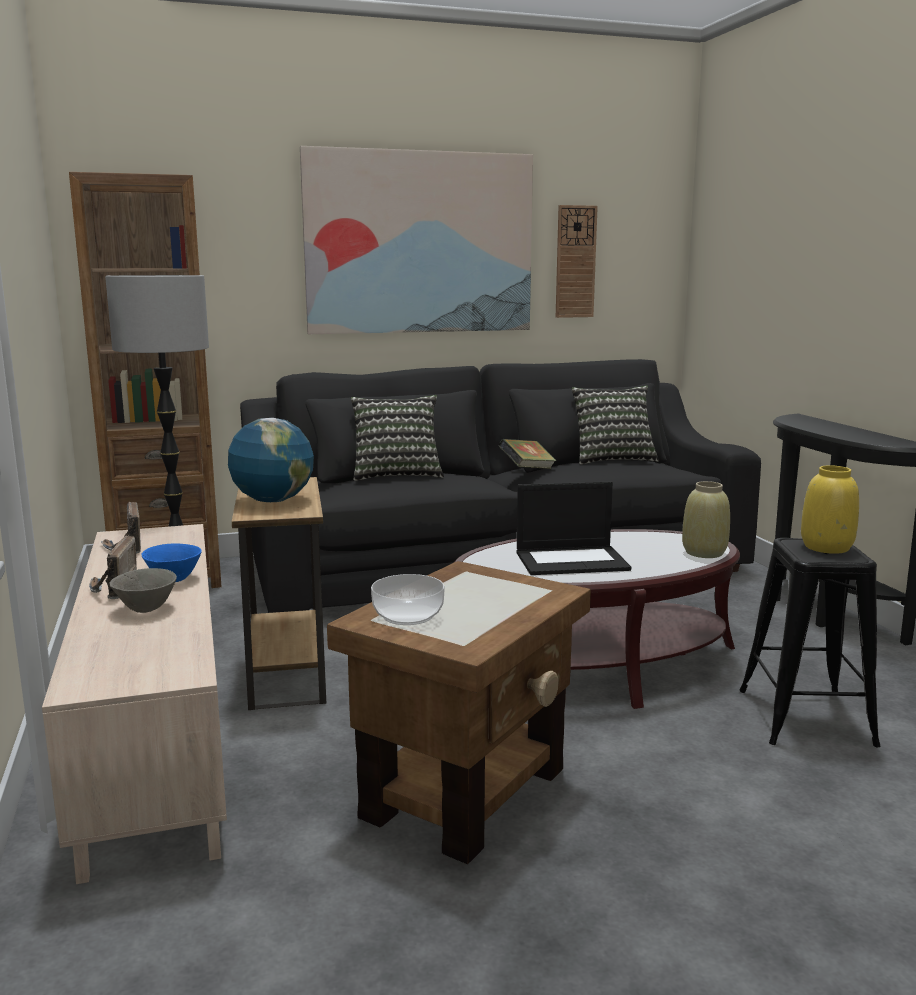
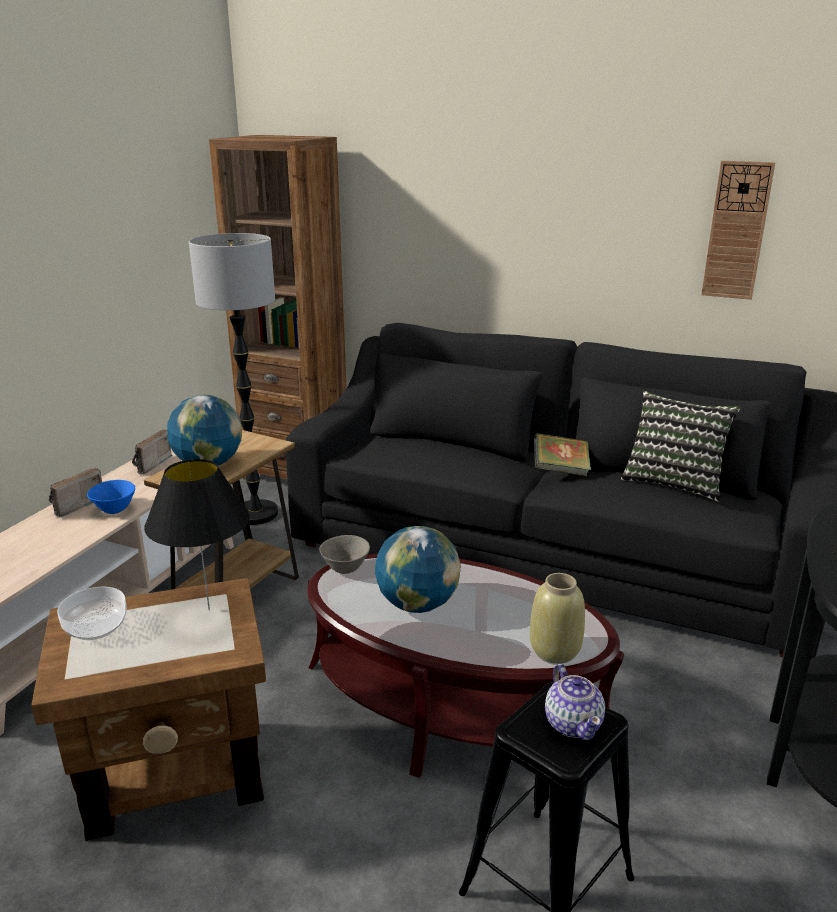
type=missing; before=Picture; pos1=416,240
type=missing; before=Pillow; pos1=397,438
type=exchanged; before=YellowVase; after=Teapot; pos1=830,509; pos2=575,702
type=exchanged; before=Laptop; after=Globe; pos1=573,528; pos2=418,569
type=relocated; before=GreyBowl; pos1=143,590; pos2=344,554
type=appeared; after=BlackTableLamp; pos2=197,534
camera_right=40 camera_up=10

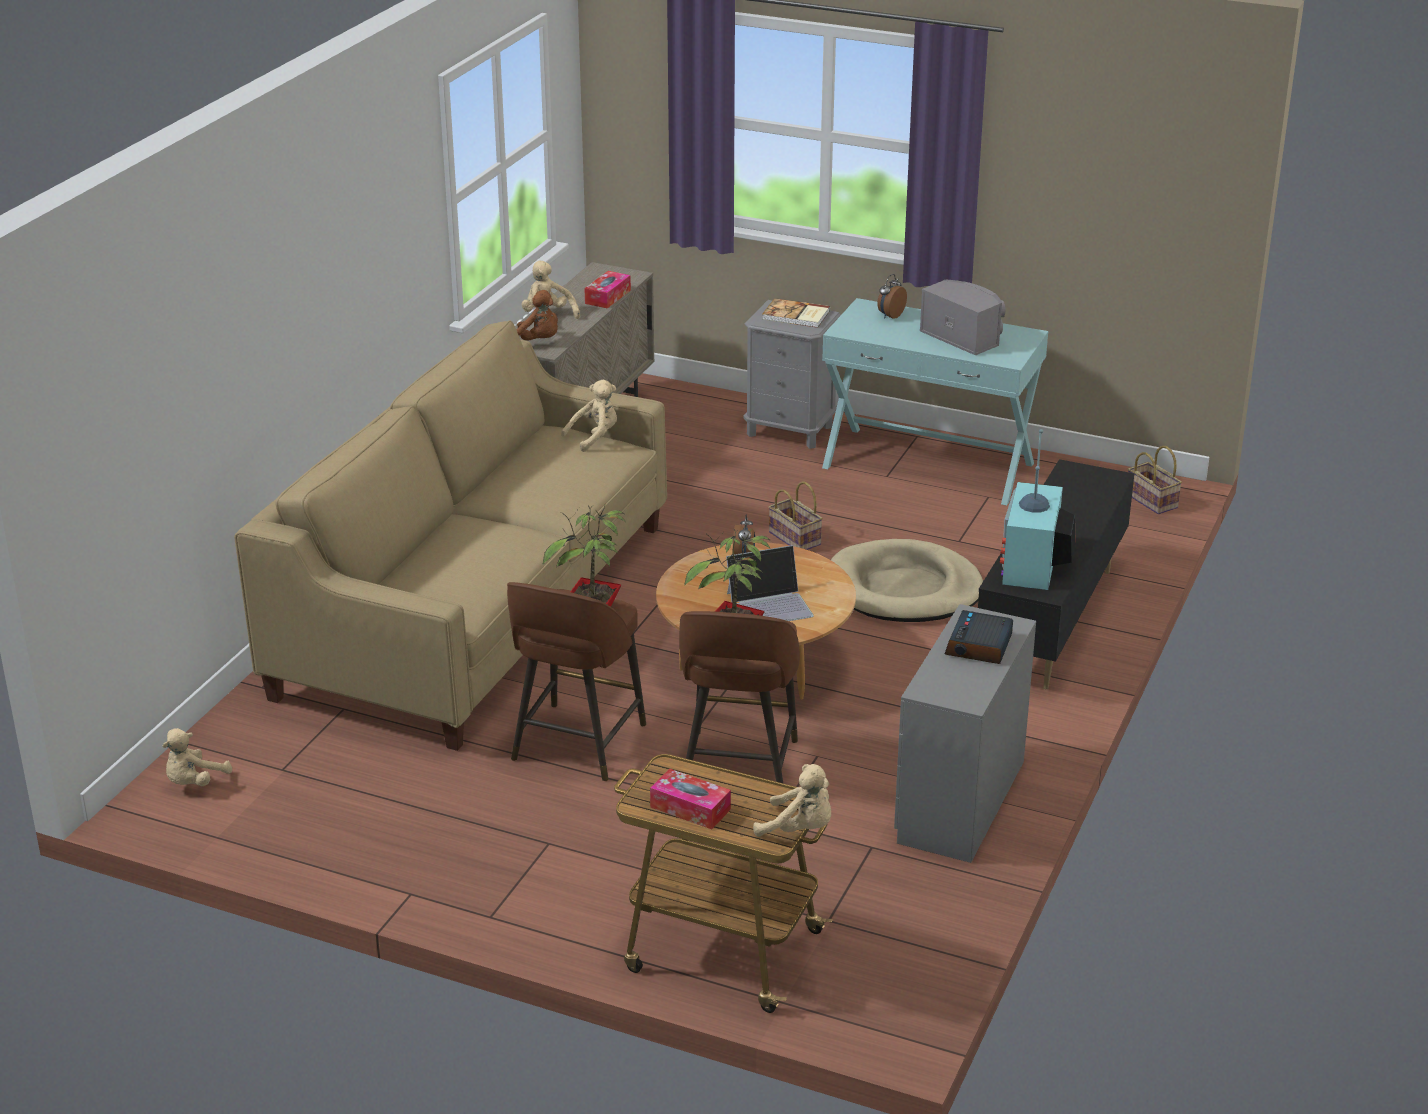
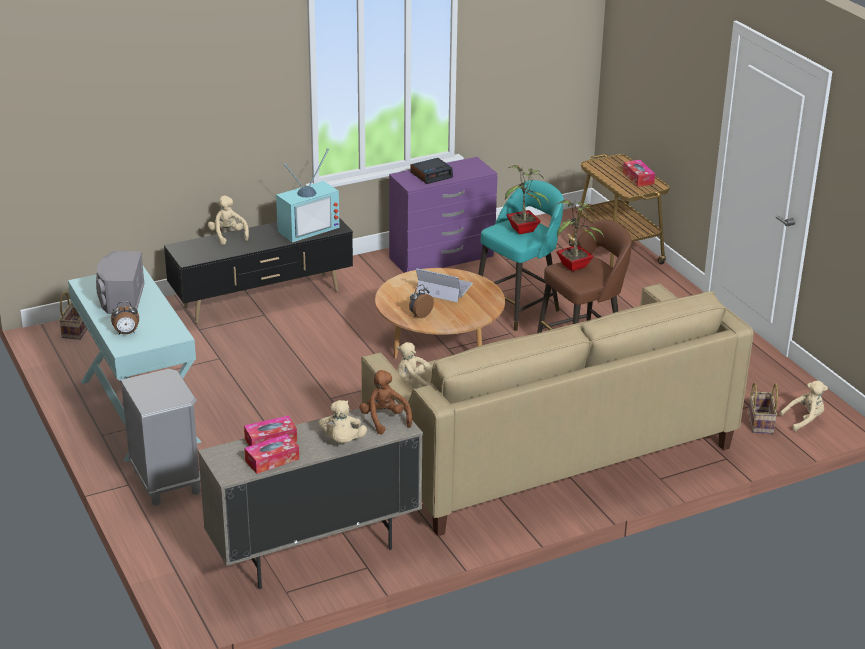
type=missing; before=Book; pos1=796,313
type=relocated; before=Basket; pos1=796,515; pos2=763,408
type=missing; before=BeigeDogBed; pos1=907,580
type=colour; before=GreyDresser; after=PurpleDresser; pos1=965,733; pos2=443,215
type=colour; before=BrownStool; after=TurquoiseStool; pos1=739,697; pos2=521,255
type=relocated; before=BeigePlushToy; pos1=792,800; pos2=228,220
type=appeared; after=TissueBox; pos2=272,454
camera_right=-140 camera_up=0

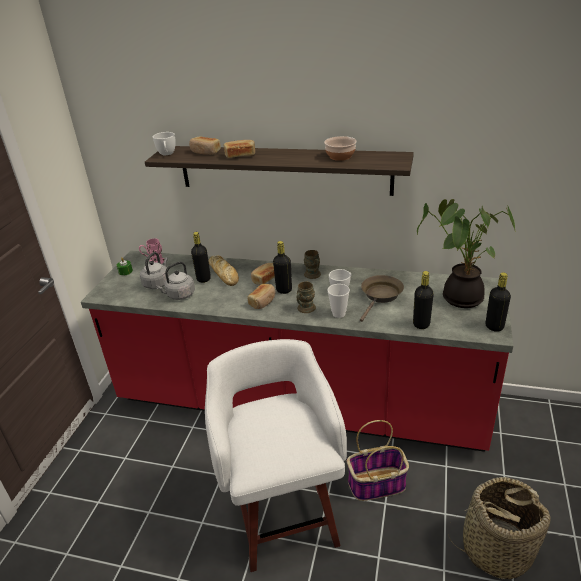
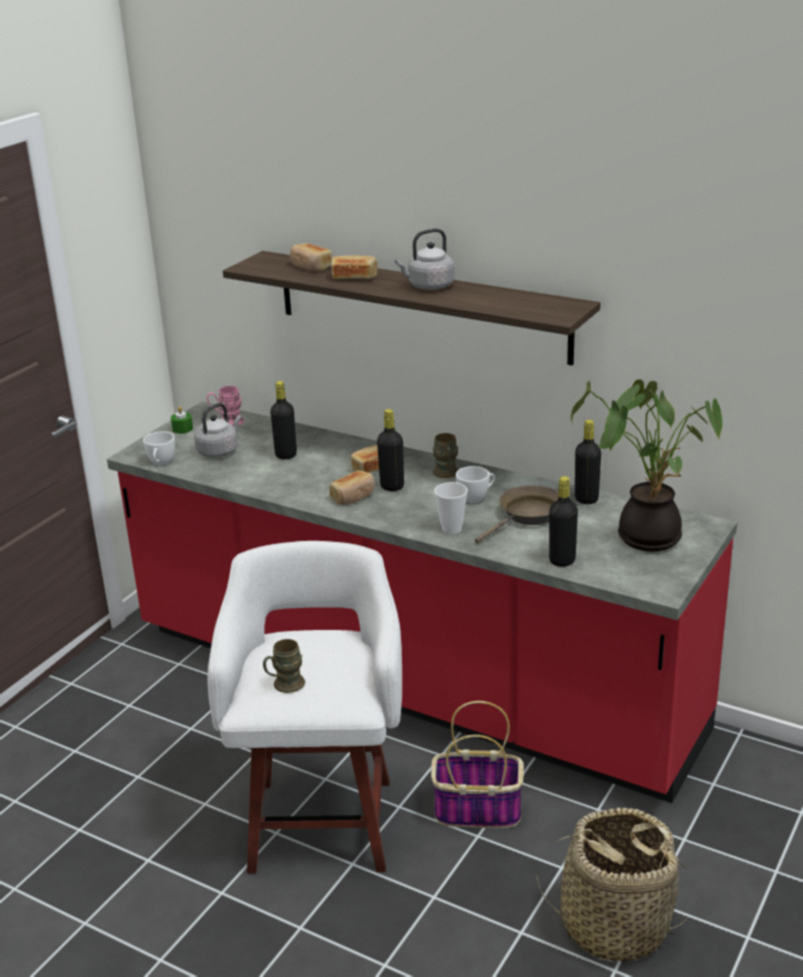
type=relocated; before=WhiteCup; pos1=164,143; pos2=159,448
type=missing; before=Bowl; pos1=340,148
type=missing; before=Bread; pos1=224,271
type=relocated; before=GreyKettle; pos1=175,281; pos2=425,259
type=relocated; before=BlackBottle; pos1=498,302; pos2=588,462
type=relocated; before=BrownMug; pos1=306,297; pos2=284,666
camera_right=15 camera_up=-5

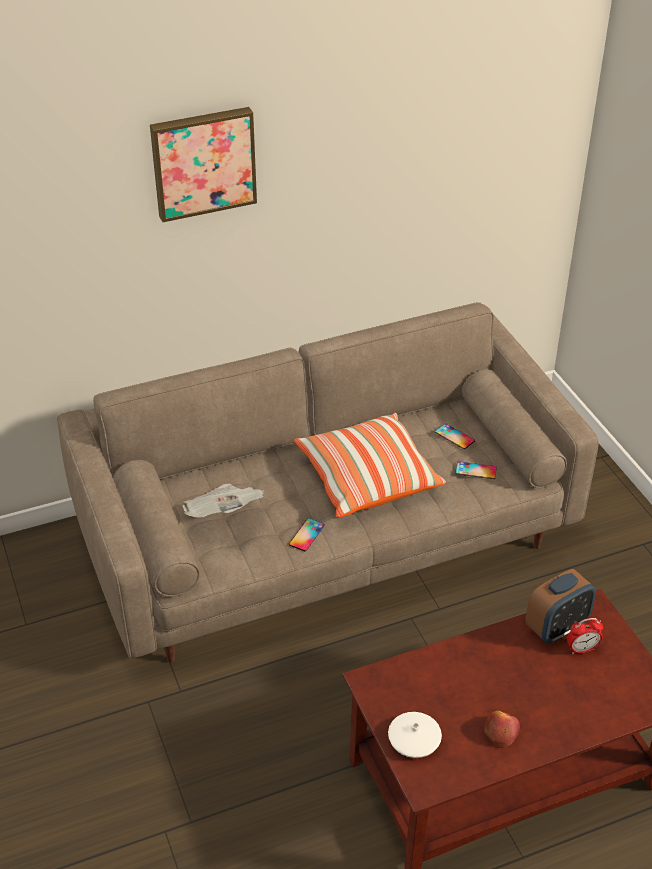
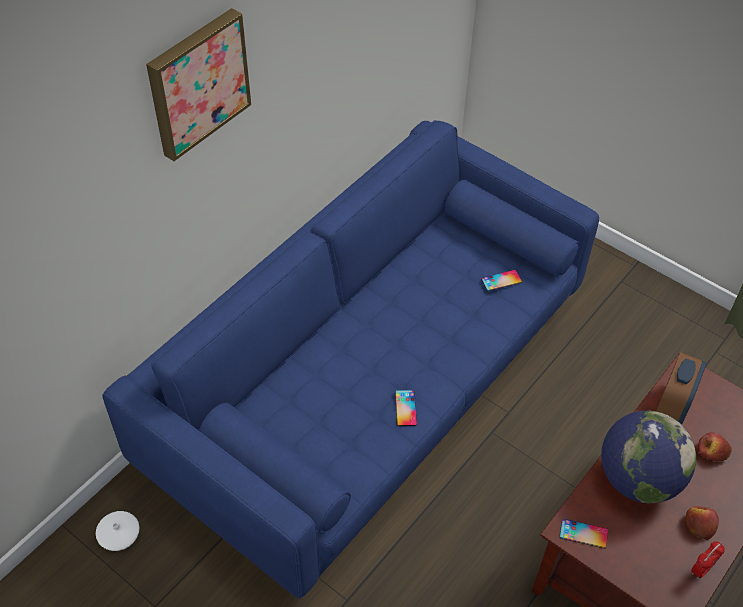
type=colour; before=BeigeSofa; after=BlueSofa; pos1=328,482; pos2=350,359
type=missing; before=Pillow; pos1=370,465
type=relocated; before=Phone; pos1=455,436; pos2=584,533
type=missing; before=Newspaper; pos1=223,500
type=relocated; before=AlarmClock; pos1=585,636; pos2=708,560
type=relocated; before=WhiteVase; pos1=415,735; pos2=118,531
type=appeared; after=Globe; pos2=648,457
type=appeared; after=Apple; pos2=715,447
camera_right=-30 camera_up=10

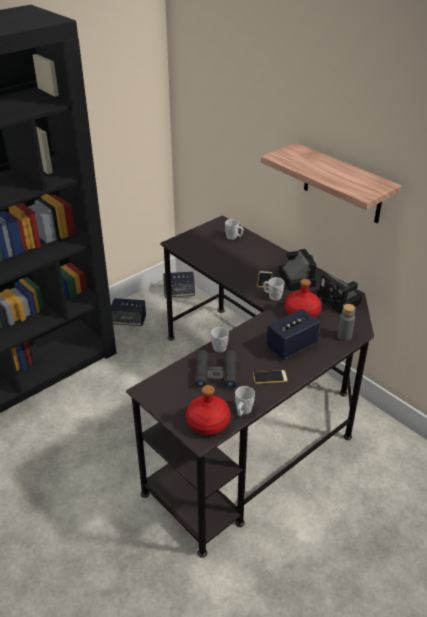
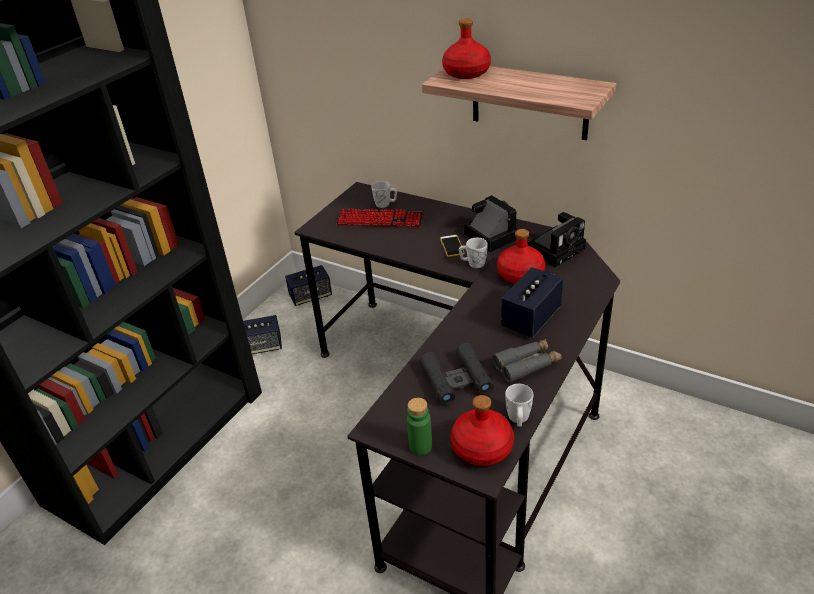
type=spun; before=PhotoCamera; pos1=340,294; pos2=557,239; turn=-75
type=missing; before=GreyBottle; pos1=346,322
type=missing; before=WhiteMug; pos1=220,340
type=exchanged; before=Phone; after=GreyBinoculars; pos1=270,377; pos2=527,361
type=appeared; after=RedBottle; pos2=466,49
type=appeared; after=Keyboard; pos2=379,218
type=appeared; after=GreenBottle; pos2=419,426
camera_right=-15 camera_up=0

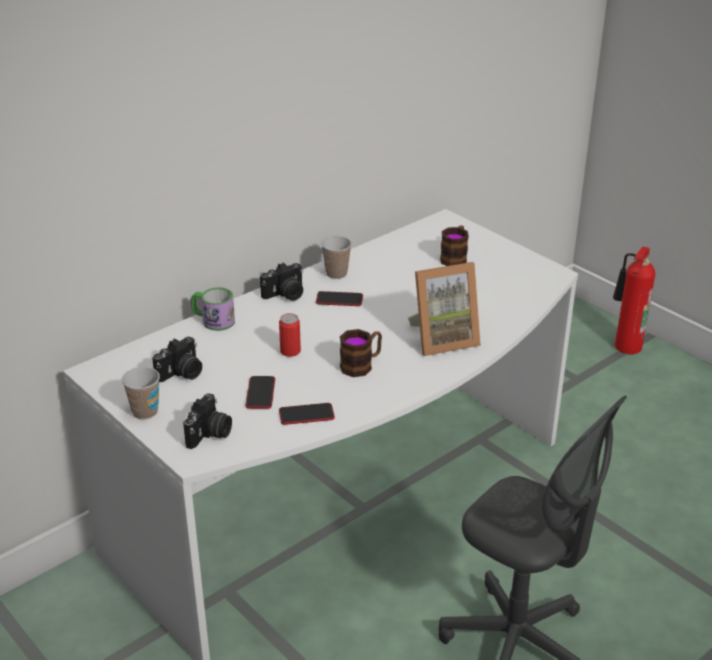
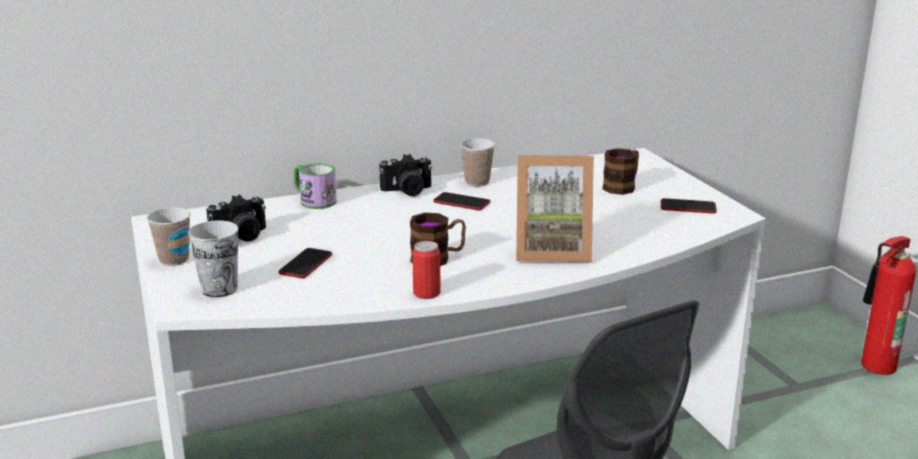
type=relocated; before=Can; pos1=290,335; pos2=426,270
type=exchanged; before=PhotoCamera; after=Cup; pos1=207,421; pos2=213,258
type=relocated; before=Phone; pos1=307,414; pos2=688,205
camera_right=20 camera_up=-10

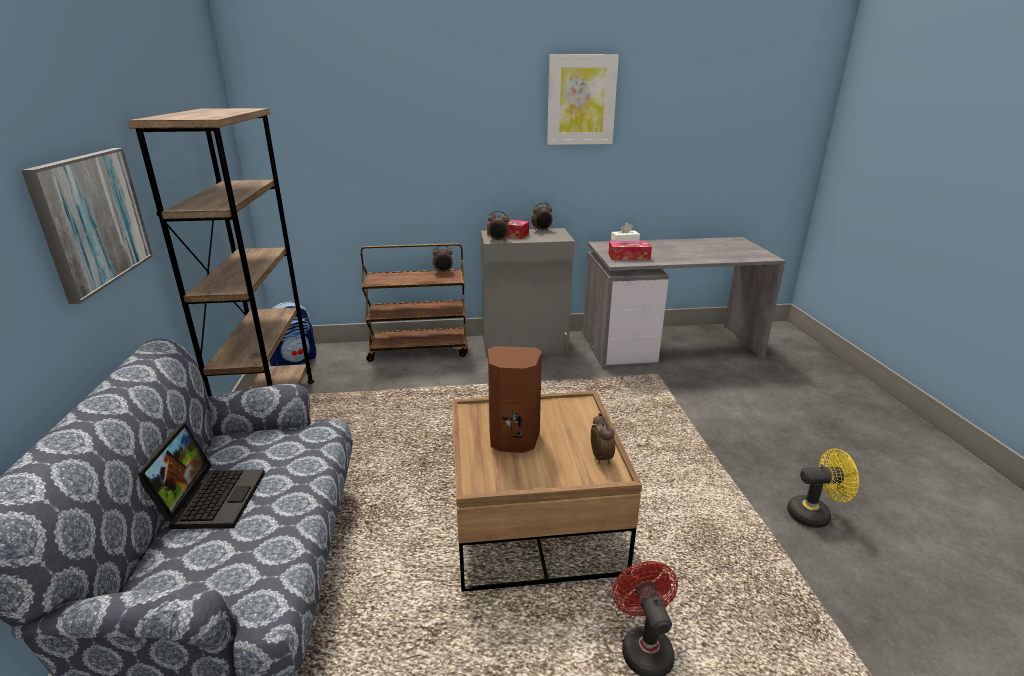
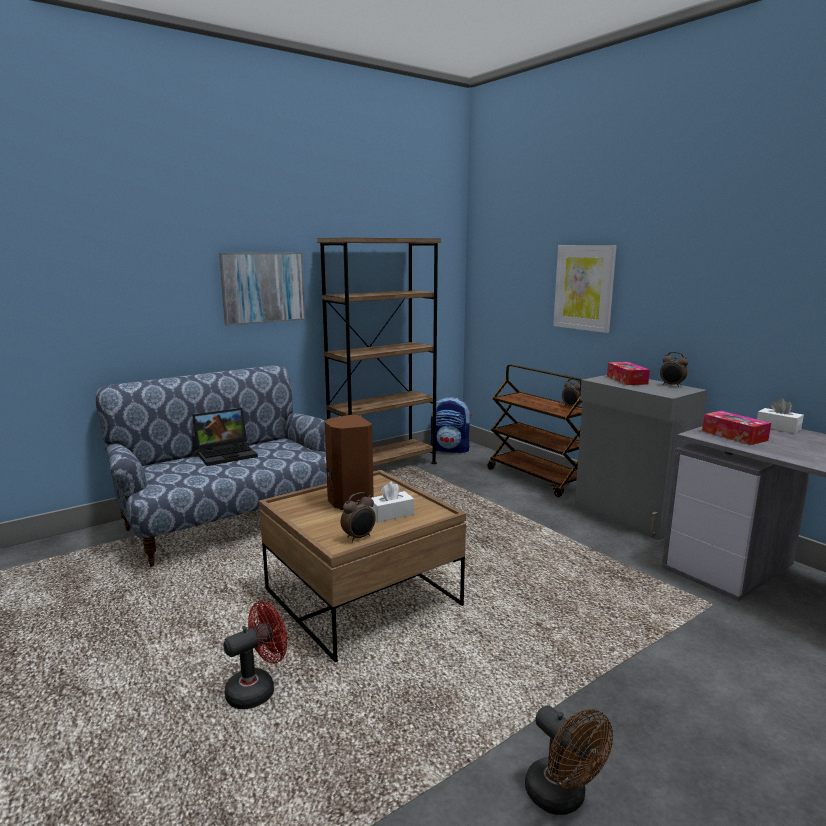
type=relocated; before=Picture; pos1=583,99; pos2=585,289
type=missing; before=AlarmClock; pos1=498,226
type=colour; before=YellowFan; after=BrownFan; pos1=823,488; pos2=569,760
type=appeared; after=WhiteTissueBox; pos2=391,502
camera_right=60 camera_up=-10

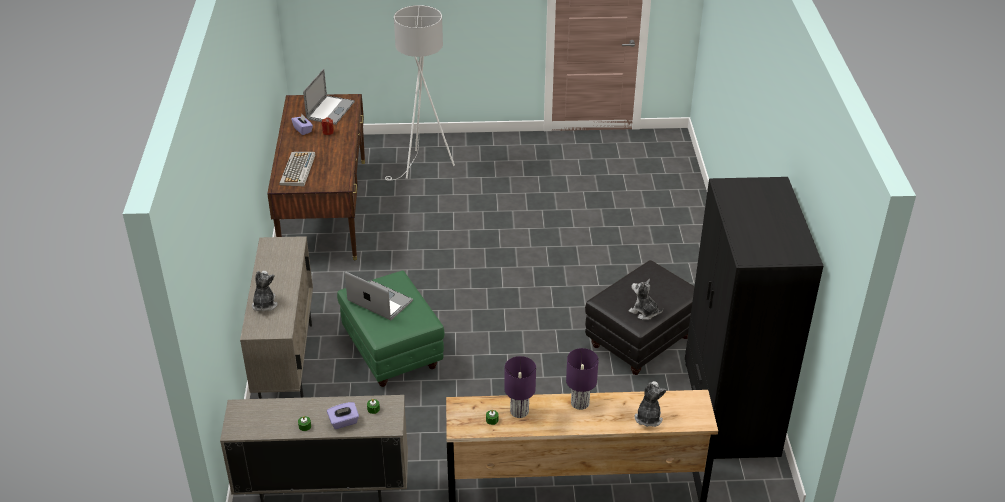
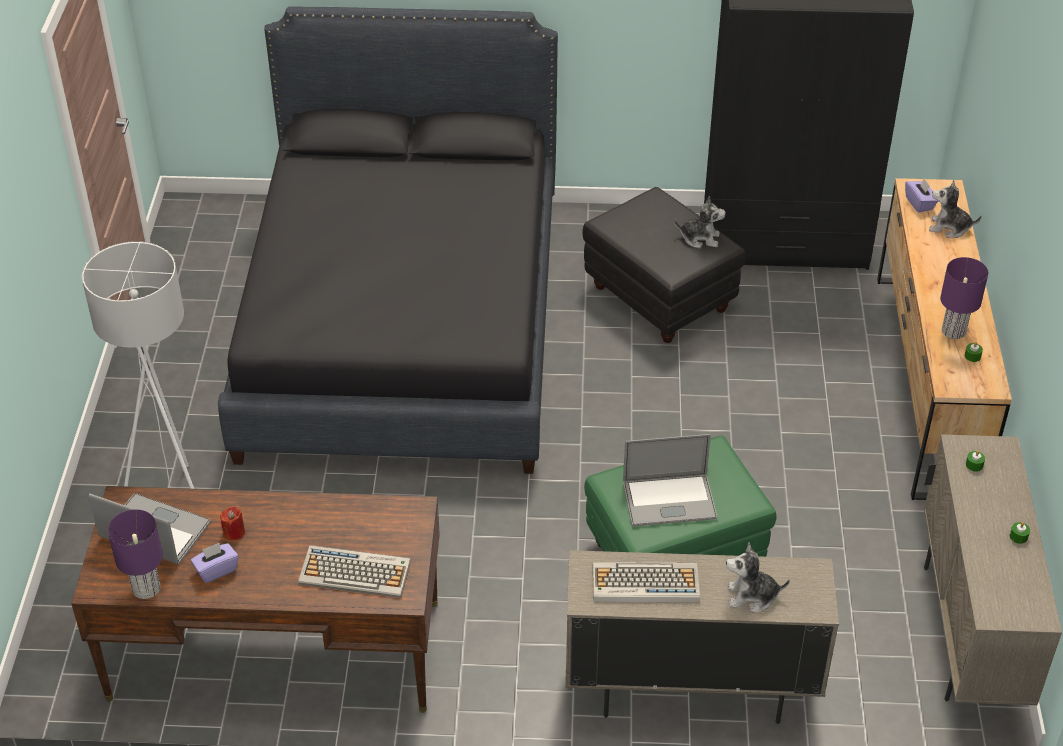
type=spun; before=Laptop; pos1=379,295; pos2=670,480; turn=-135
type=spun; before=PlushToy; pos1=646,299; pos2=700,222; turn=-120
type=relocated; before=PurpleTableLamp; pos1=582,379; pos2=135,554
type=relocated; before=PurpleTissueBox; pos1=343,415; pos2=921,195
type=appeared; after=BlackBed; pos2=388,240
type=appeared; after=Keyboard; pos2=646,582
camera_right=-85 camera_up=5

